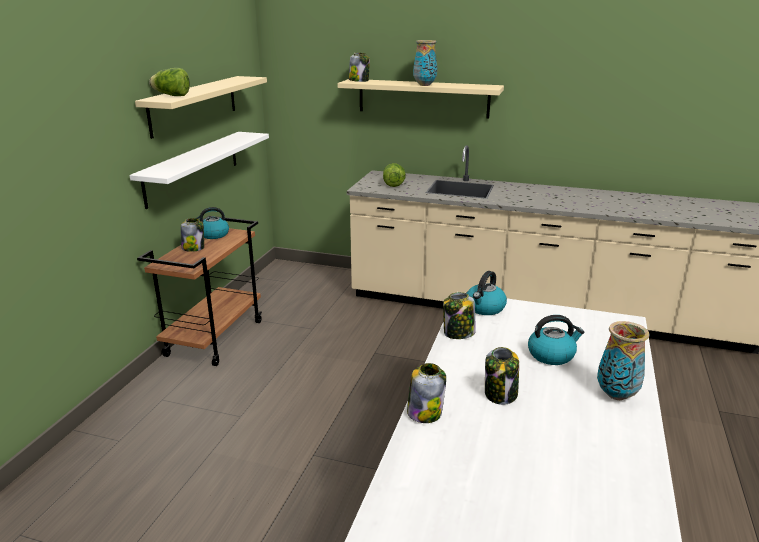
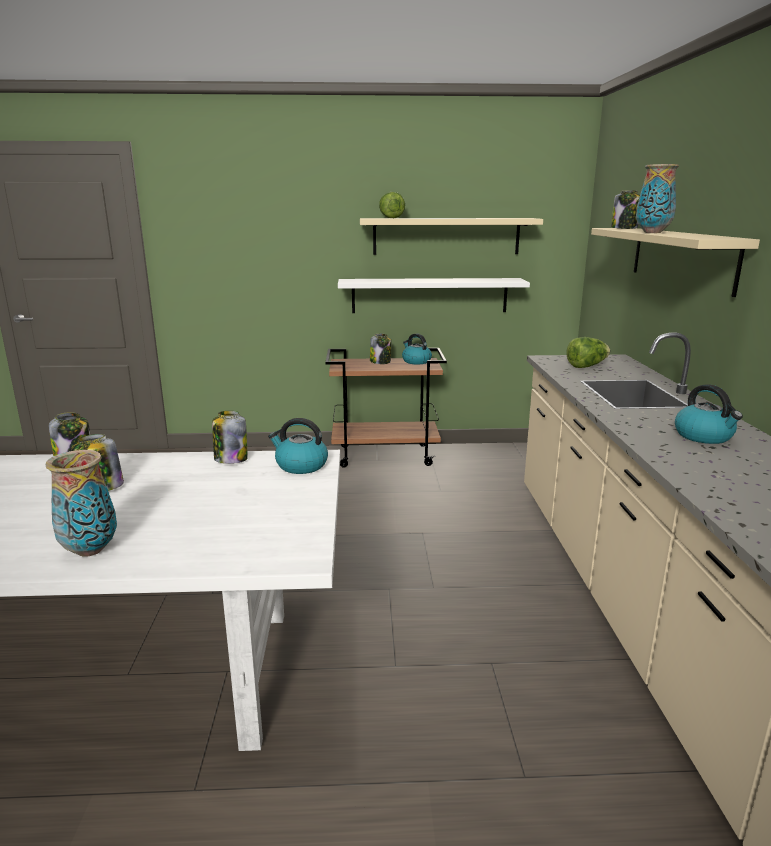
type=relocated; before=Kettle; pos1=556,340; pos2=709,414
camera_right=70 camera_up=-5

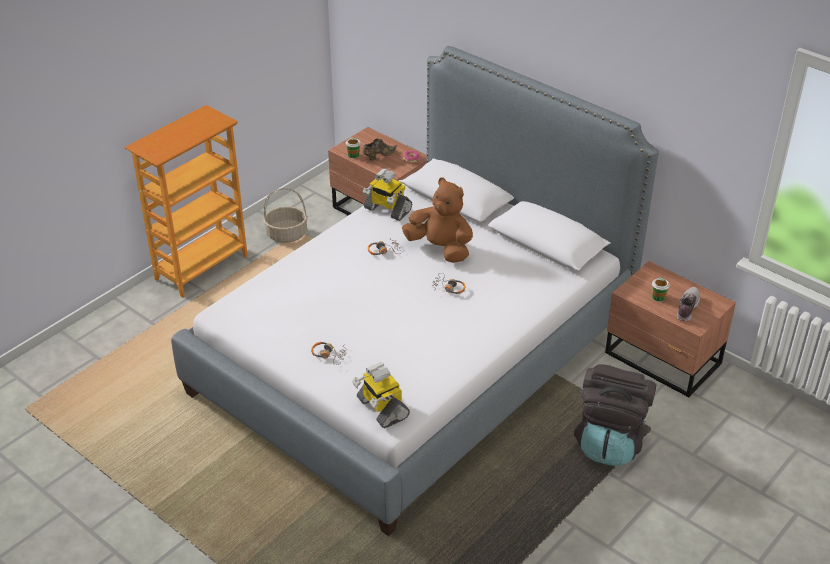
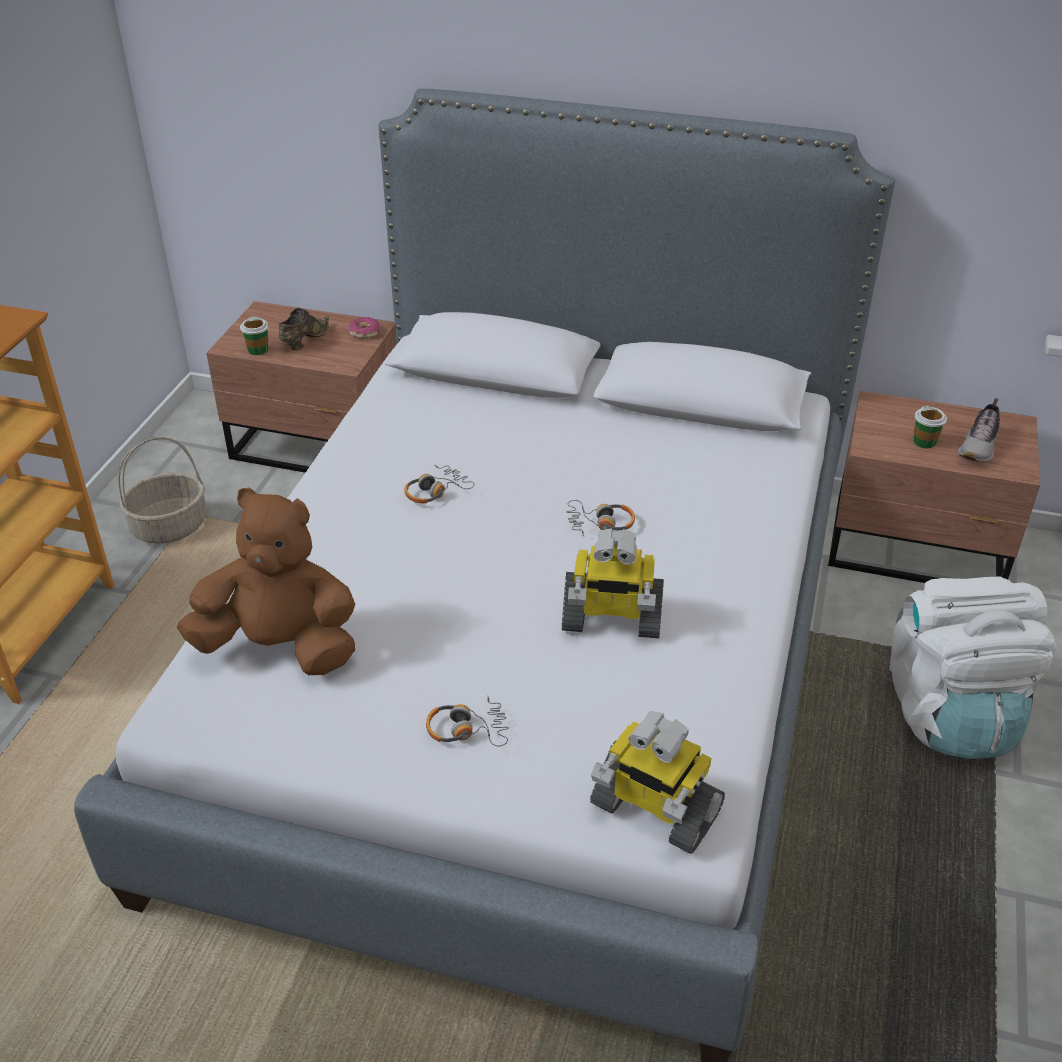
type=relocated; before=ToyRobot; pos1=387,195; pos2=613,583
type=relocated; before=BrownPlushToy; pos1=437,220; pos2=266,581
type=spun; before=Shoe; pos1=688,304; pos2=979,430; turn=-150
type=colour; before=BlackBackpack; after=WhiteBackpack; pos1=615,415; pos2=972,668
camera_right=-25 camera_up=0

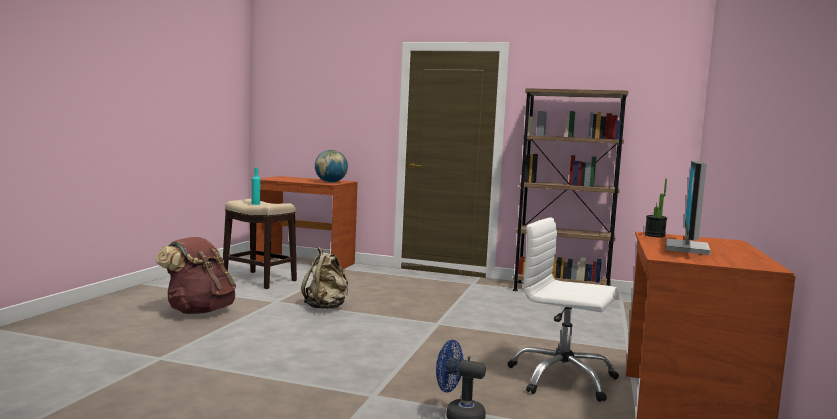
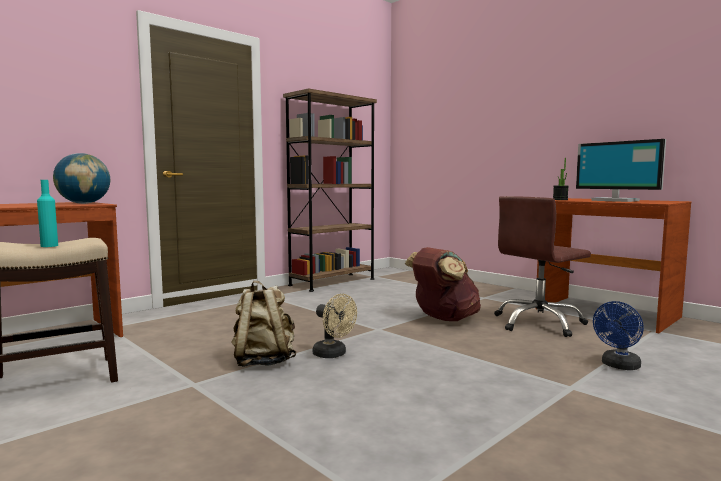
type=colour; before=WhiteOfficeChair; after=BrownOfficeChair; pos1=563,309; pos2=542,266
type=relocated; before=BrownBackpack; pos1=195,275; pos2=443,284
type=appeared; after=BeigeFan; pos2=335,326
camera_right=-60 camera_up=0

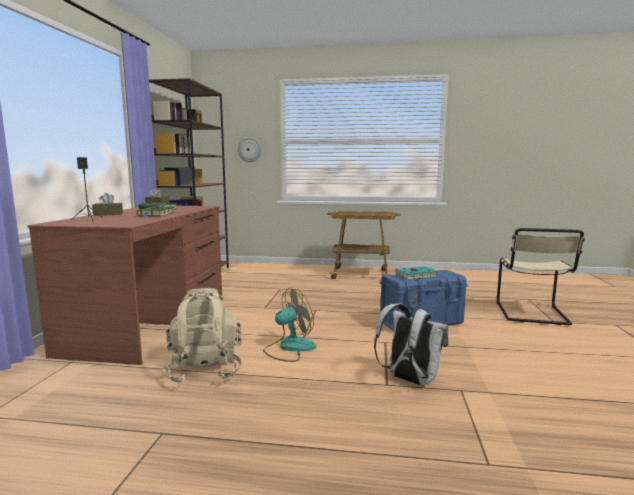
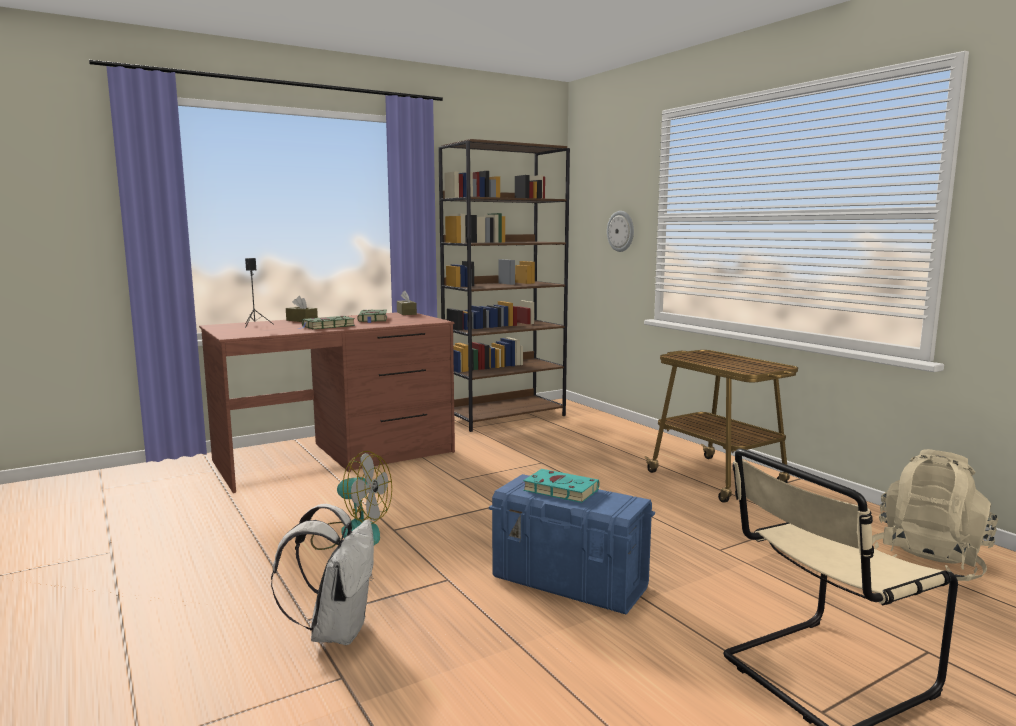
type=relocated; before=BeigeBackpack; pos1=202,336; pos2=935,515
camera_right=50 camera_up=0

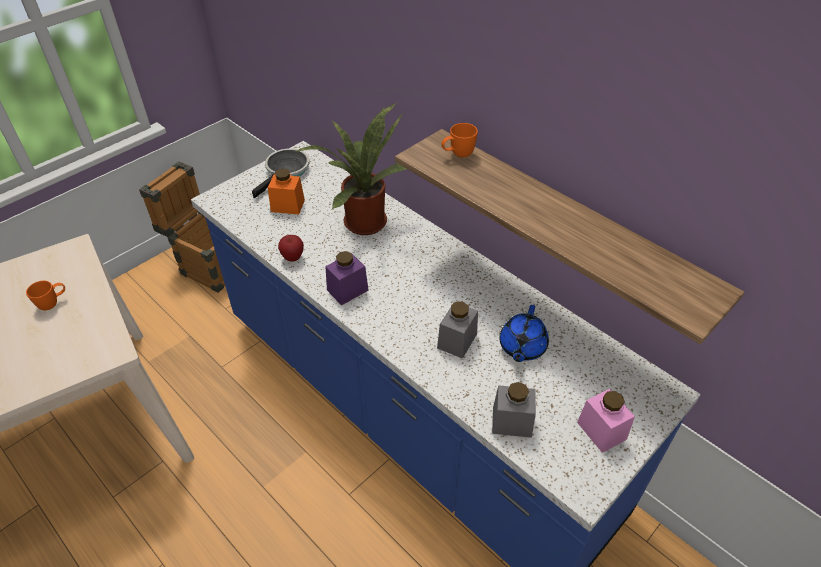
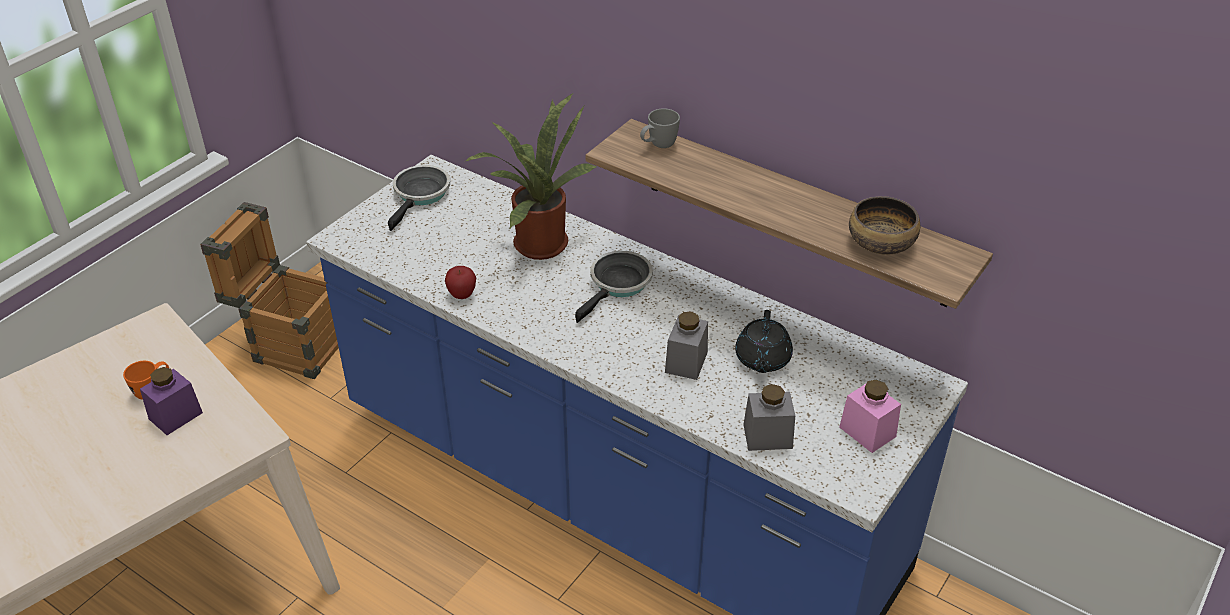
type=colour; before=OrangeMug; after=GreyMug; pos1=459,140; pos2=660,128
type=missing; before=OrangeJar; pos1=286,191
type=relocated; before=PurpleJar; pos1=346,278; pos2=171,401
type=colour; before=BlueTeapot; after=BlackTeapot; pos1=524,333; pos2=764,341
type=appeared; after=Bowl; pos2=884,225
type=appeared; after=FryingPan; pos2=614,287
camera_right=-10 camera_up=-5

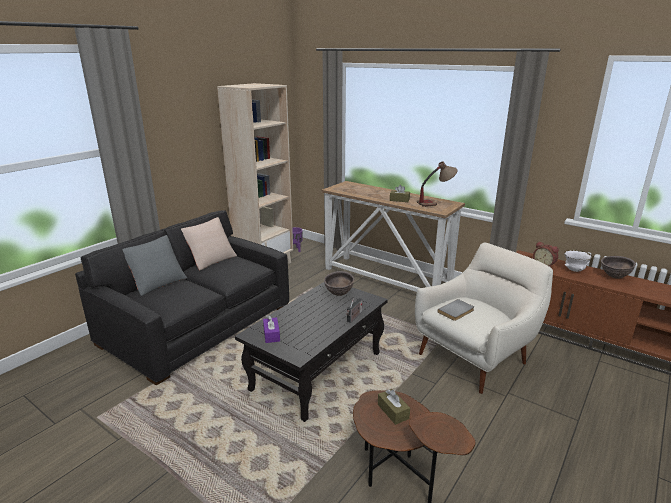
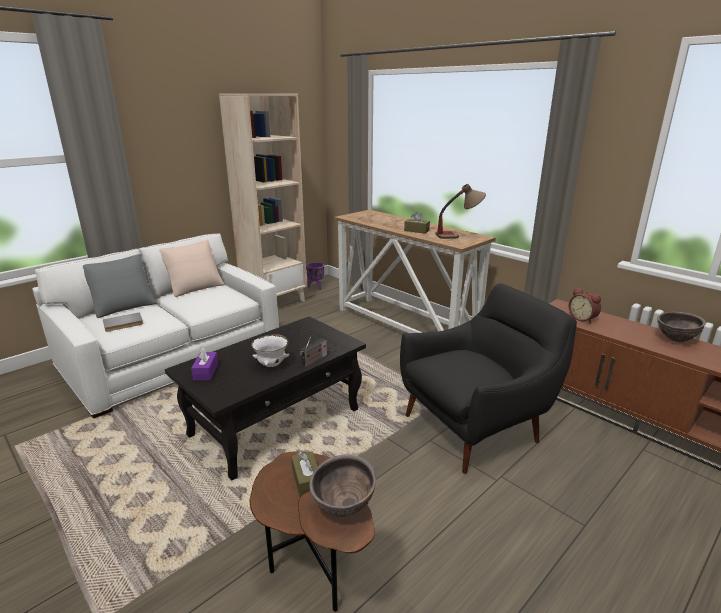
type=colour; before=BlackSofa; after=WhiteSofa; pos1=182,297; pos2=155,326
type=colour; before=WhiteArmchair; after=BlackArmchair; pos1=484,318; pos2=488,378
type=relocated; before=WhiteBowl; pos1=578,261; pos2=270,350
type=relocated; before=BrownBowl; pos1=339,283; pos2=342,486
type=relocated; before=GreyBook; pos1=456,310; pos2=123,322
camera_right=10 camera_up=0

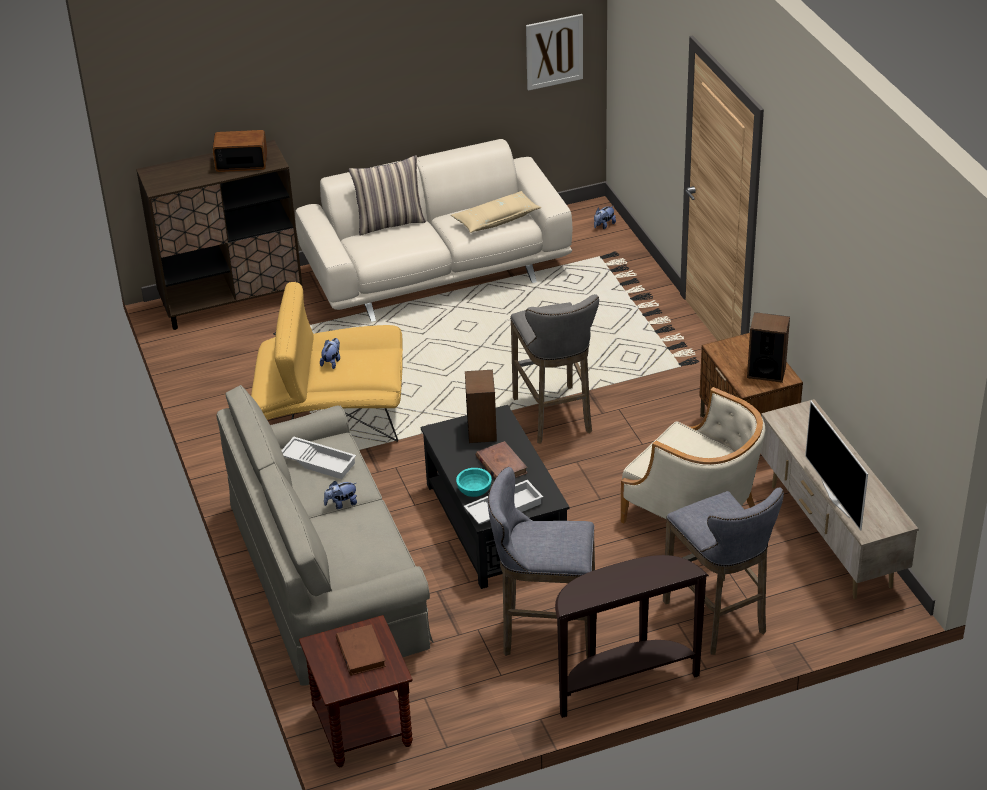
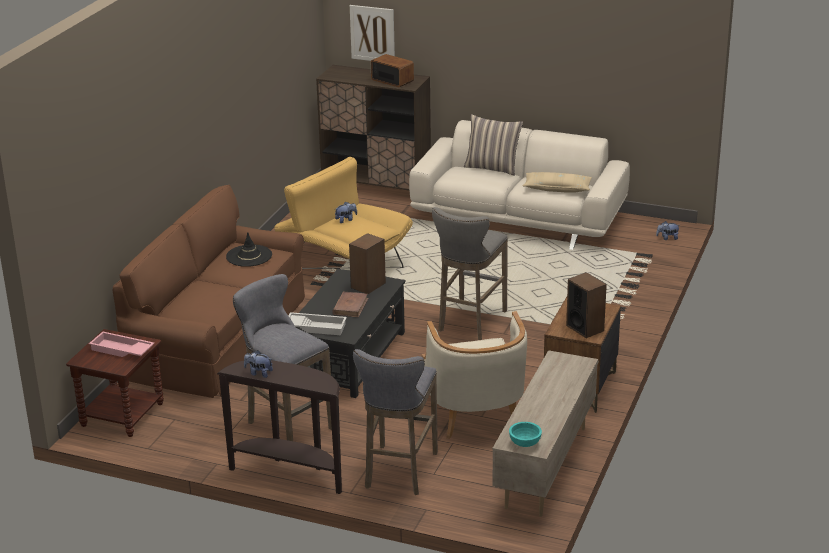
type=relocated; before=Picture; pos1=554,52; pos2=372,33
type=colour; before=GreySofa; after=BrownSofa; pos1=325,535; pos2=209,291
type=missing; before=Television; pos1=836,466
type=exchanged; before=WhiteTray; after=BlackHat; pos1=318,458; pos2=249,249
type=relocated; before=TurquoiseBowl; pos1=474,482; pos2=525,434
type=relocated; before=PlushToy; pos1=340,495; pos2=258,364
type=exchanged; before=BrownBook; after=PinkTray; pos1=361,650; pos2=121,344
camera_right=40 camera_up=-10

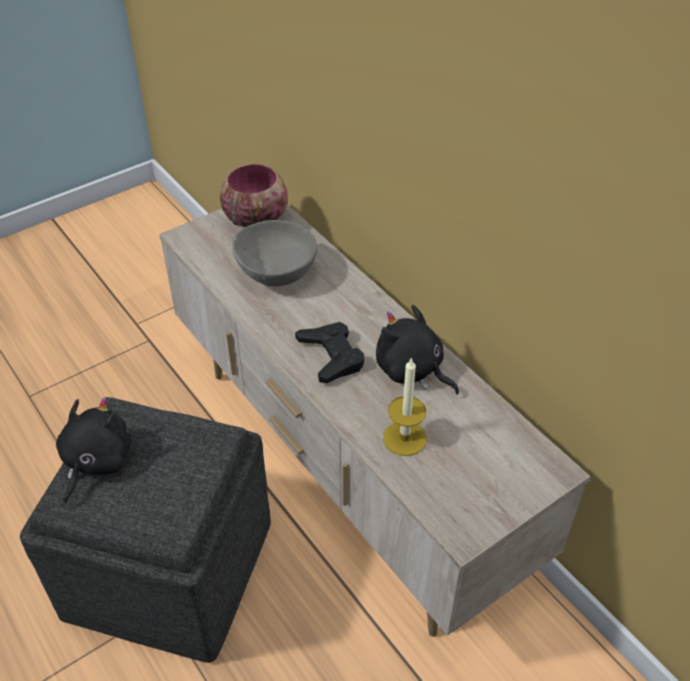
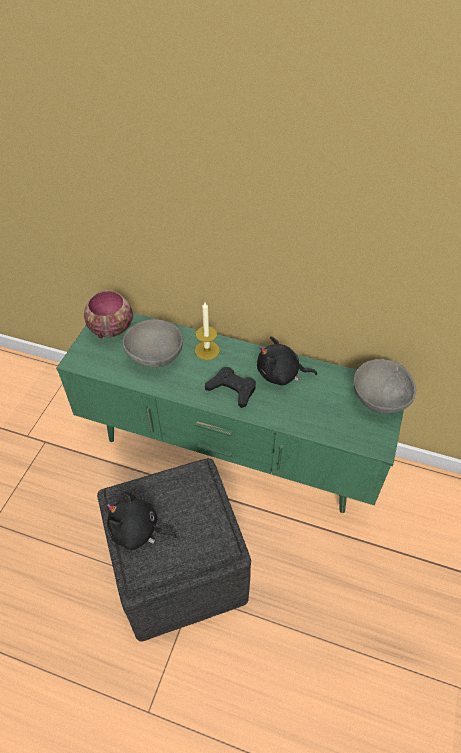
type=colour; before=BeigeTvStand; after=GreenTvStand; pos1=375,421; pos2=230,413
type=relocated; before=Candle; pos1=405,406; pos2=207,331
type=spun; before=BlackPlushToy; pos1=94,451; pos2=142,521; turn=-60
type=appeared; after=GreyBowl; pos2=385,386
camera_right=-35 camera_up=5

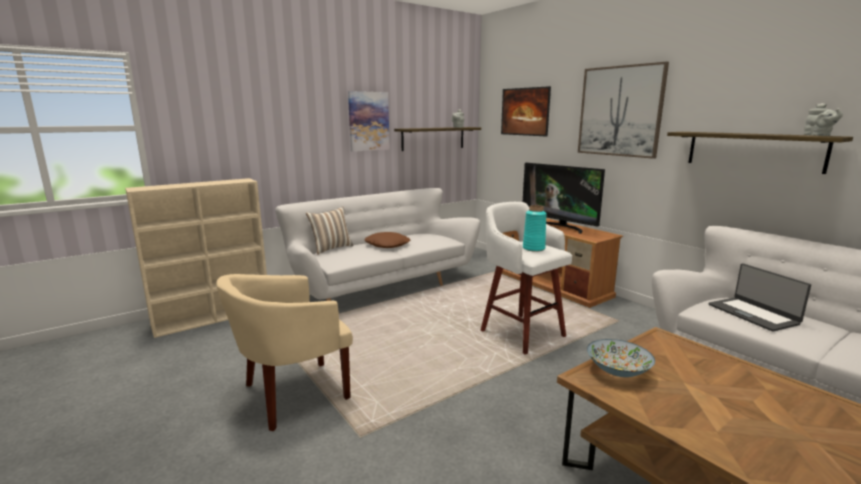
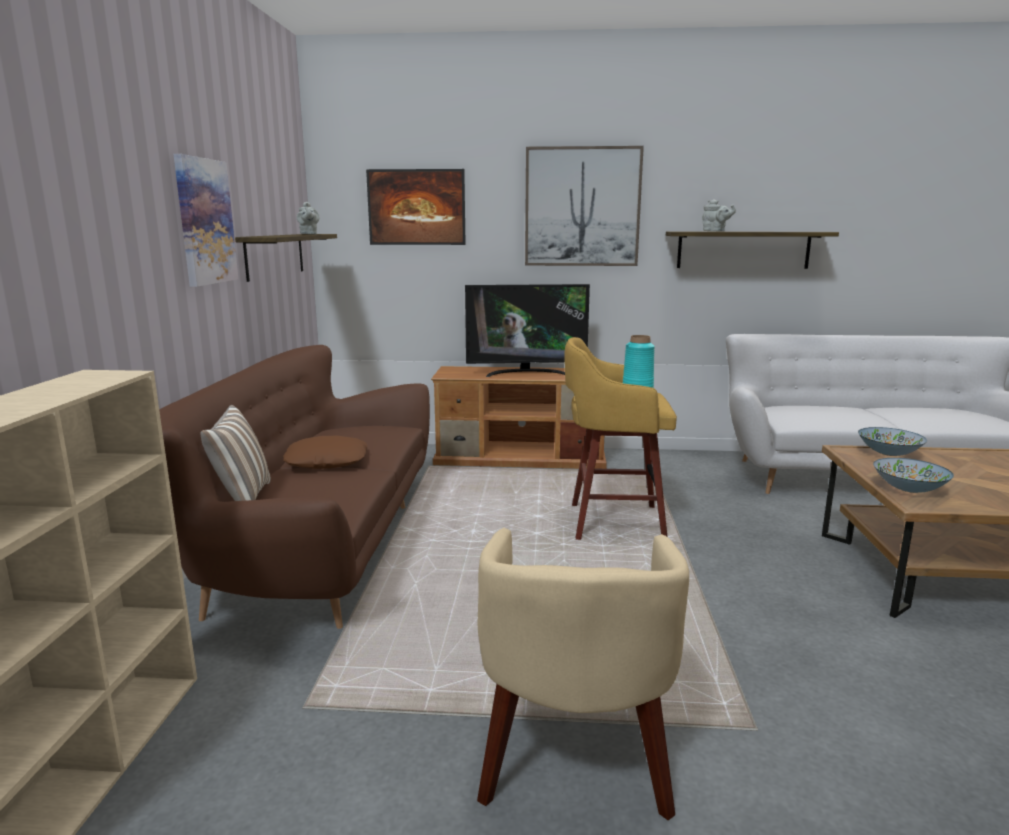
type=relocated; before=GreyTeapot; pos1=823,119; pos2=719,215
type=colour; before=WhiteSofa; after=BrownSofa; pos1=378,244; pos2=294,487
type=colour; before=WhiteStool; after=YellowStool; pos1=526,278; pos2=620,438
type=missing; before=Laptop; pos1=759,297
type=appeared; after=Bowl; pos2=892,441
camera_right=-50 camera_up=0

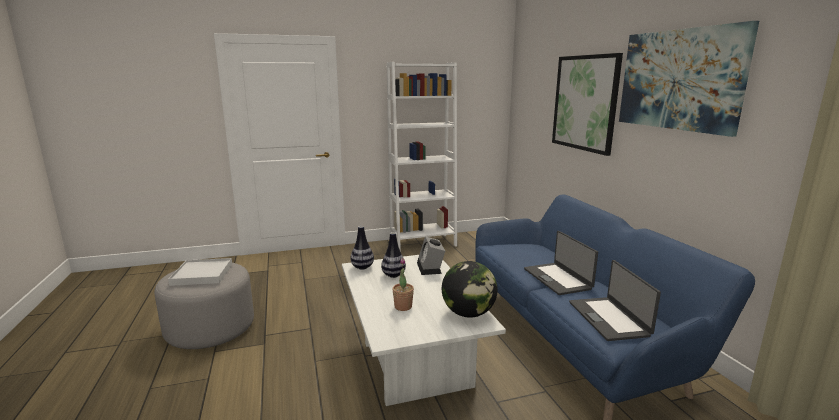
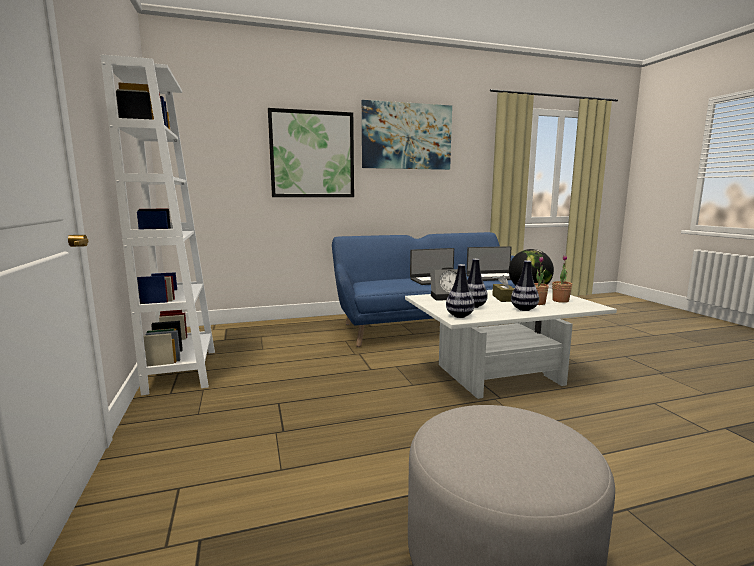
type=missing; before=WhiteTray; pos1=200,272
type=appeared; after=PottedPlant; pos2=562,279
type=appeared; after=Vase; pos2=525,285
type=appeared; after=BrownTissueBox; pos2=503,288
camera_right=-90 camera_up=-5

